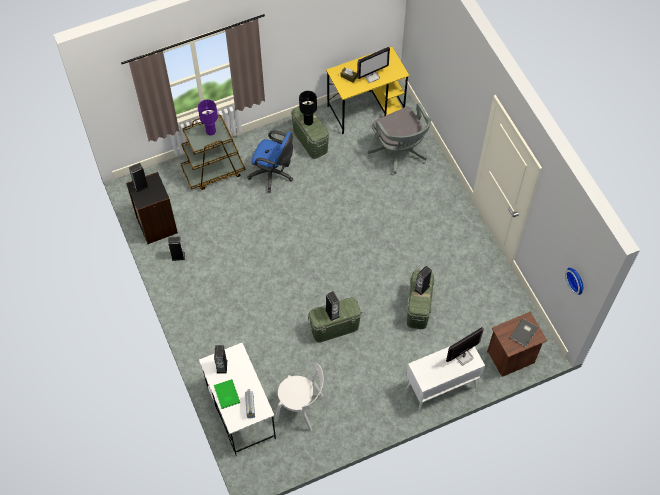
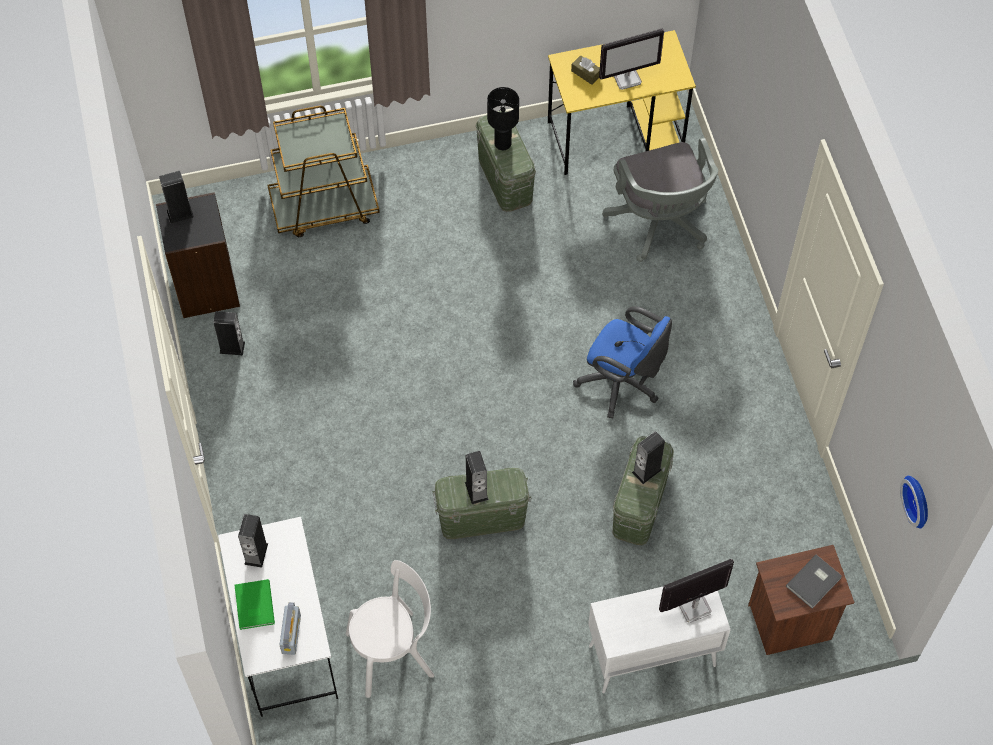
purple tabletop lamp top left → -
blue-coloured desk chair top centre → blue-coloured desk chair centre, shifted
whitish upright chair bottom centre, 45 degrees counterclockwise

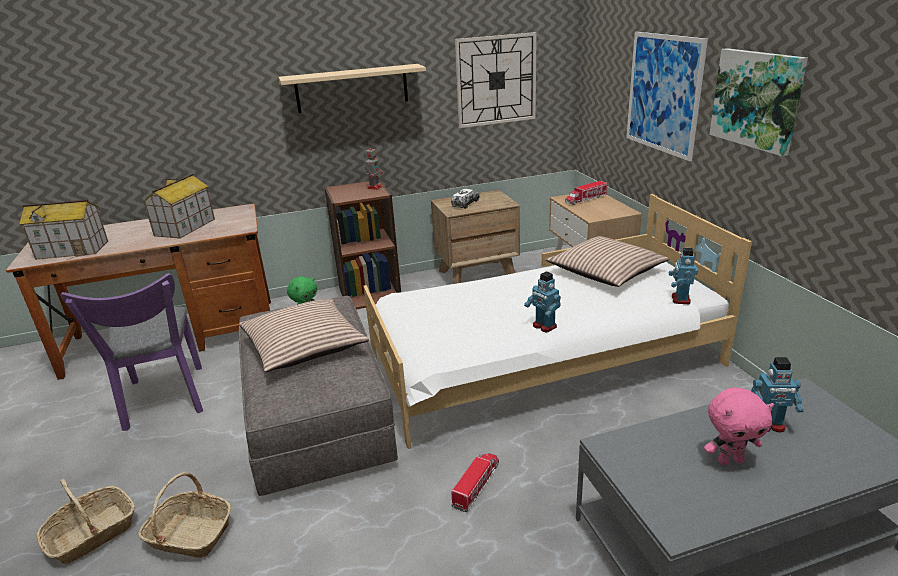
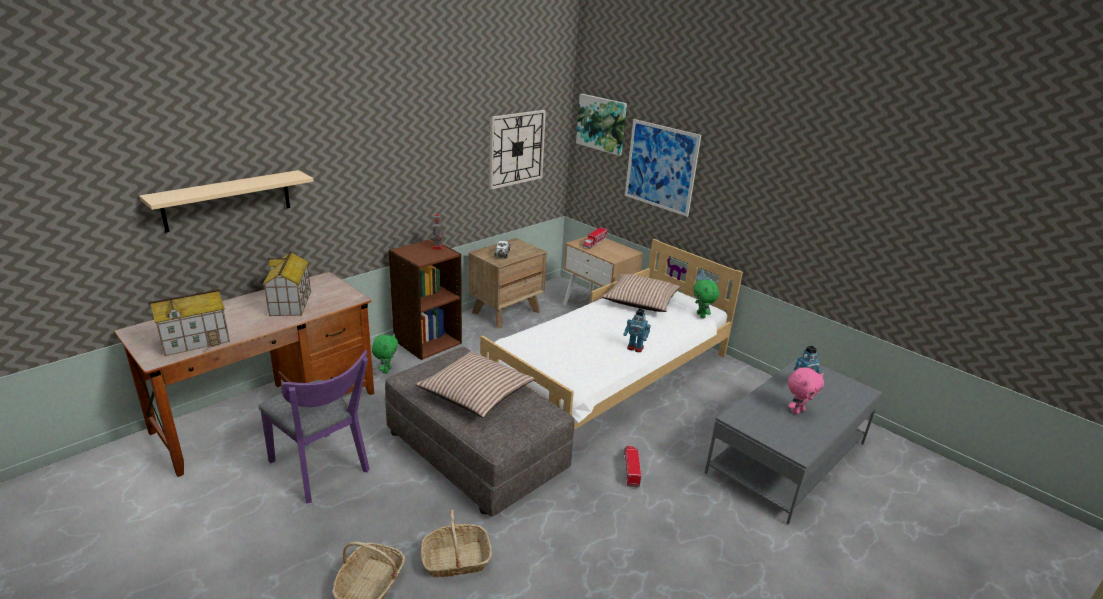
beige shelf top centre → beige shelf middle left, shifted
toy robot (no. 3 from left) middle right → green-coloured cuddly toy (no. 2 from left) centre
wall art (no. 2 from left in the first image) top right → wall art (no. 1 from left) top centre, shifted

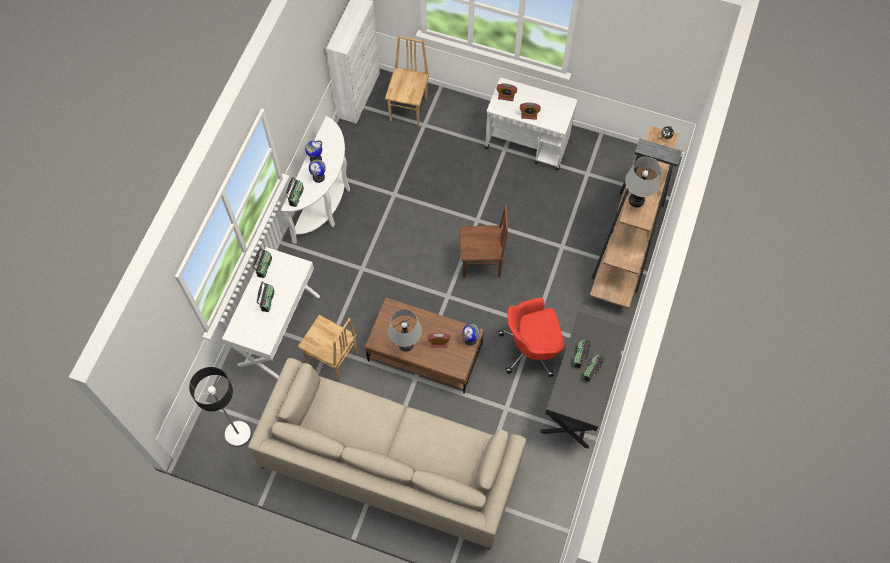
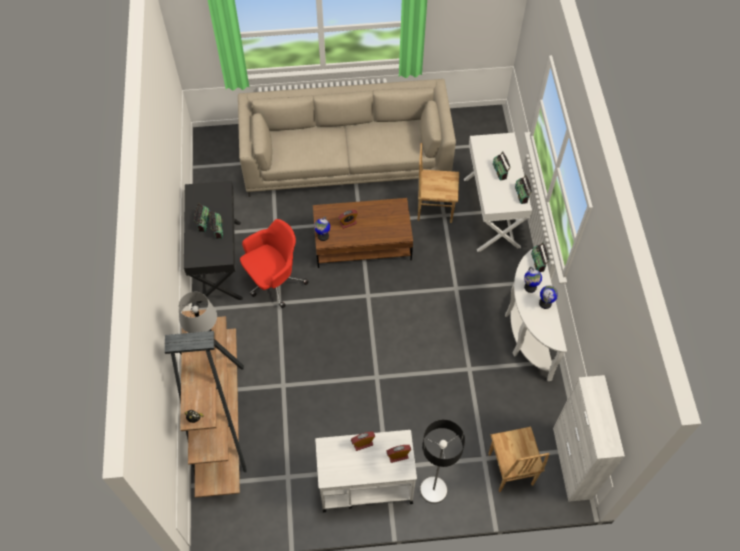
floor lamp bottom left → floor lamp bottom centre, shifted
gray tabletop lamp (no. 1 from left) centre → -
brown-coloured upright chair (no. 3 from left) centre → -

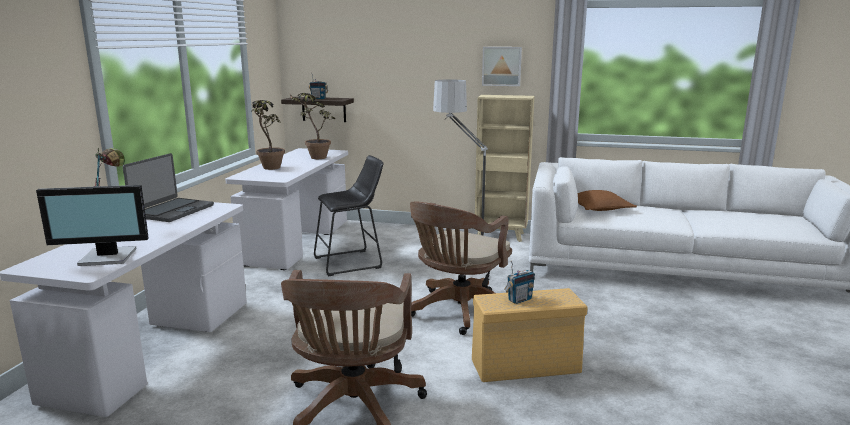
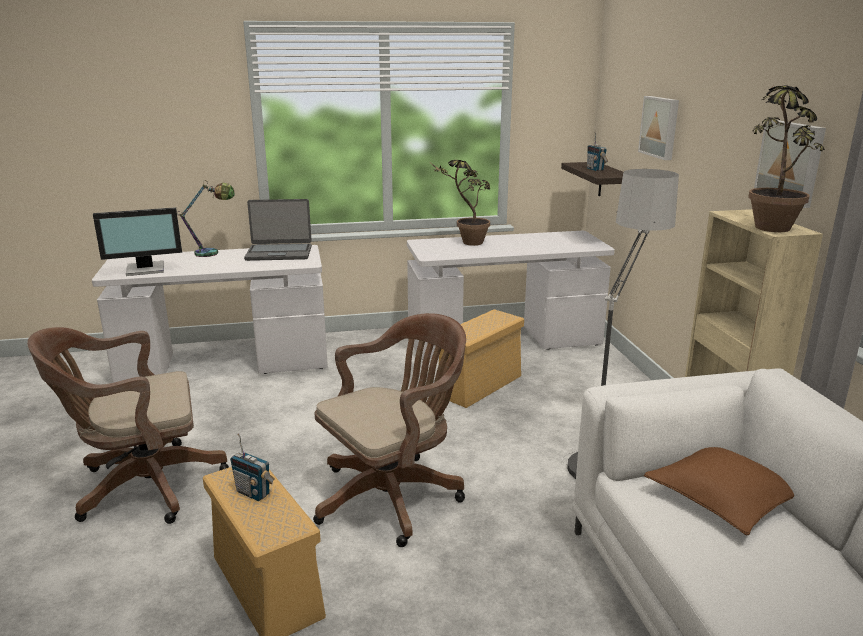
computer display middle left, 75 degrees counterclockwise
potted plant (no. 2 from left) top centre → potted plant (no. 2 from left) top right, shifted
black sitting stool centre → beige storage box (no. 2 from left) centre
brown-coloured desk chair (no. 2 from left) centre → brown-coloured desk chair (no. 2 from left) bottom centre, 135 degrees clockwise
- → wall art (no. 1 from left) top right

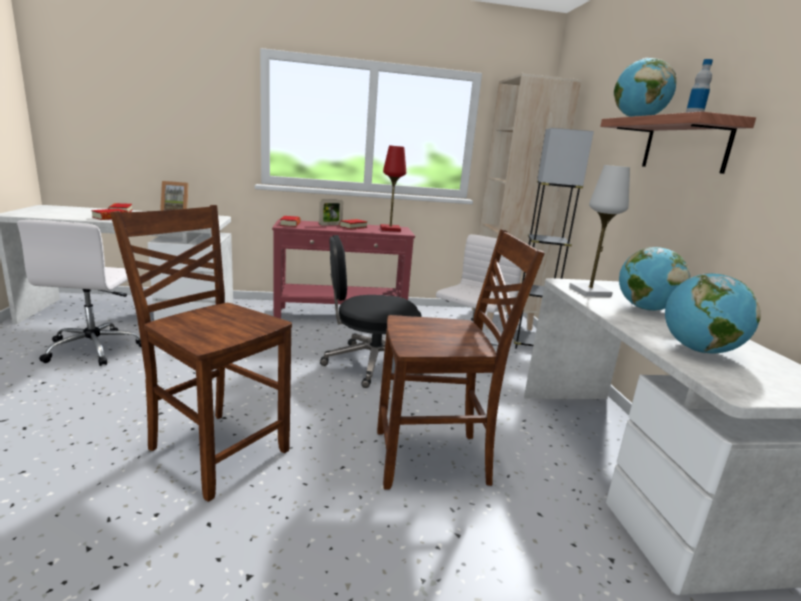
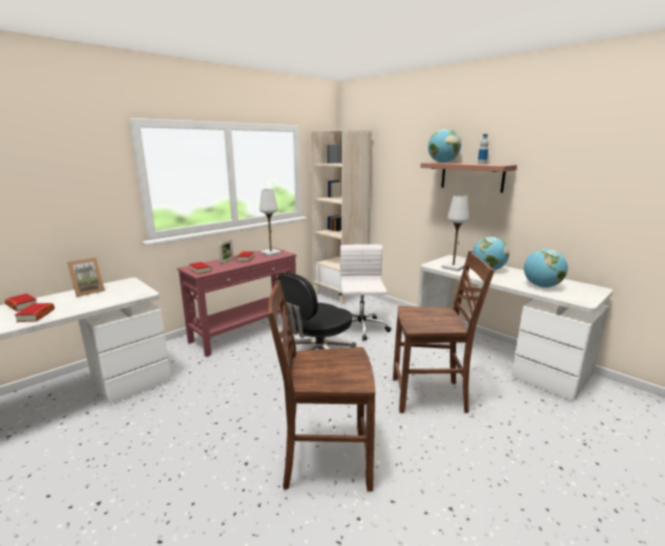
whitish desk chair (no. 1 from left) middle left → -
brown-coloured upright chair (no. 2 from left) centre, 45 degrees clockwise
red-coloured tabletop lamp top centre → whitish tabletop lamp (no. 1 from left) centre
gray floor lamp middle right → -

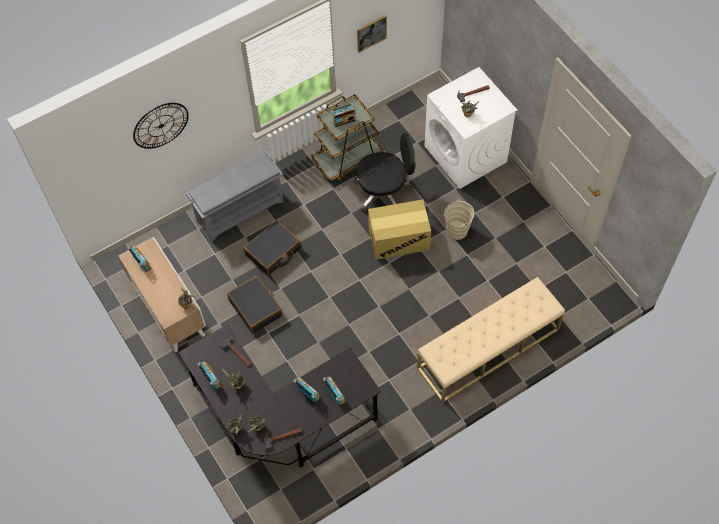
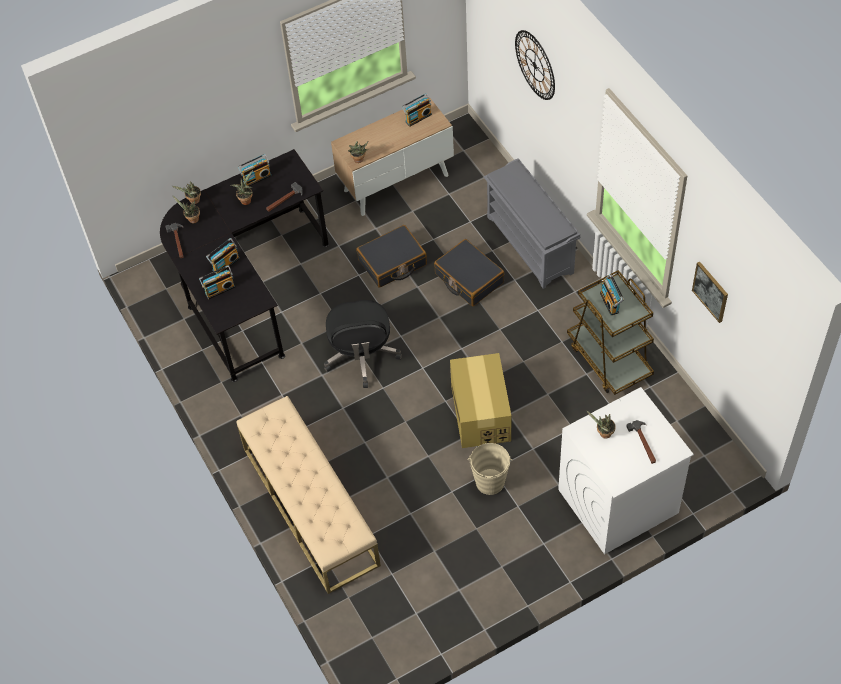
black desk chair top centre → black desk chair centre, shifted

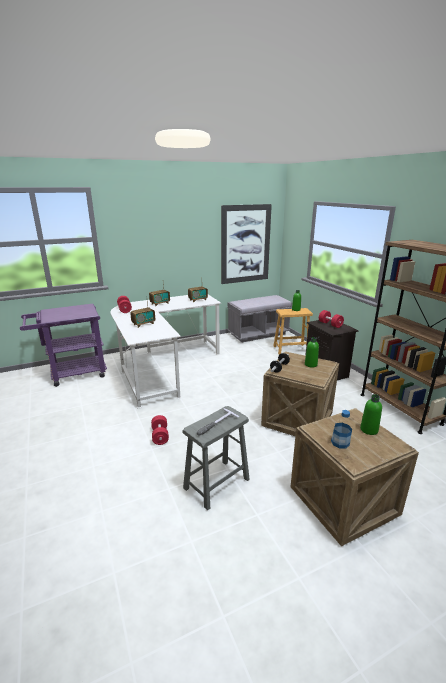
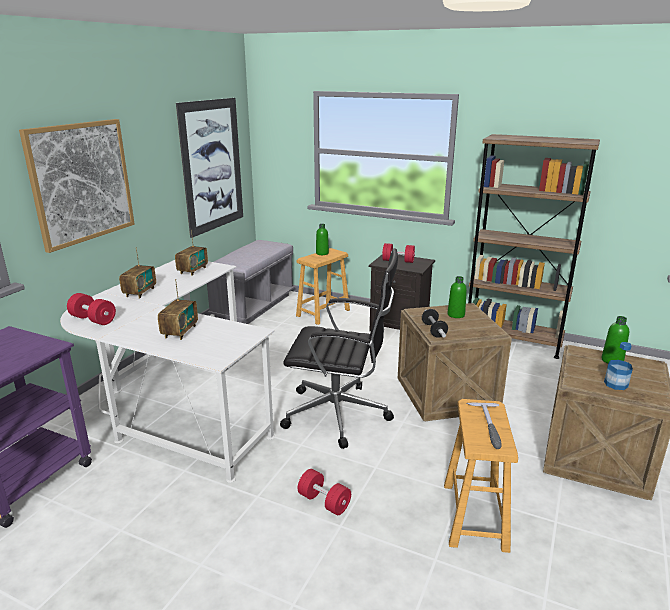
gray sitting stool bottom centre → brown-coloured sitting stool (no. 2 from left) bottom right
- → wall art (no. 1 from left) top left
- → black desk chair centre

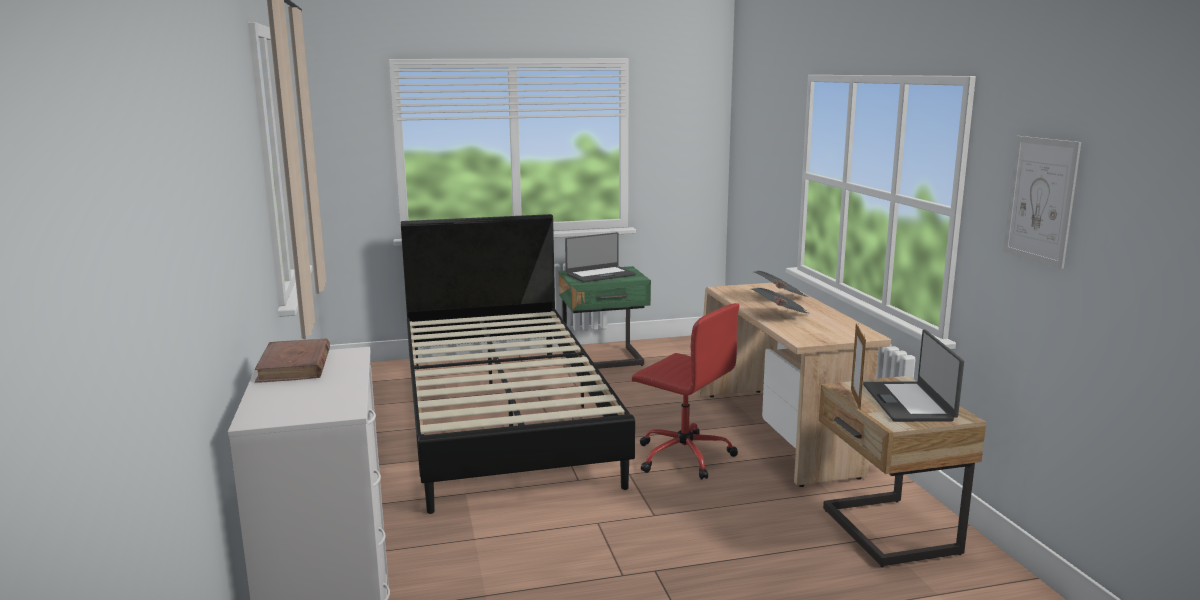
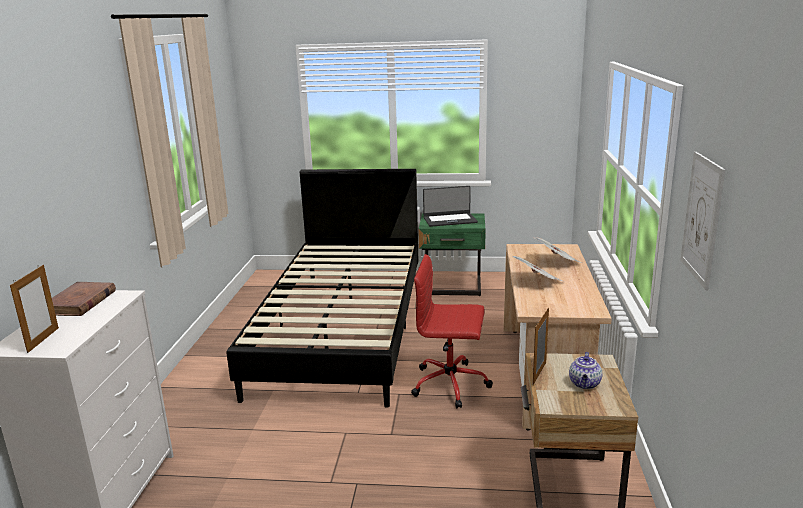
red-coloured desk chair centre, 135 degrees clockwise
portable computer (no. 2 from left) middle right → teapot bottom right
- → picture frame (no. 1 from left) middle left

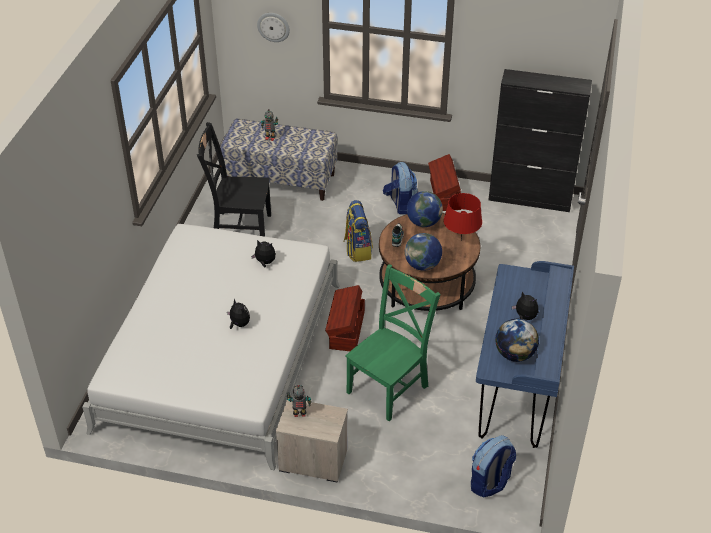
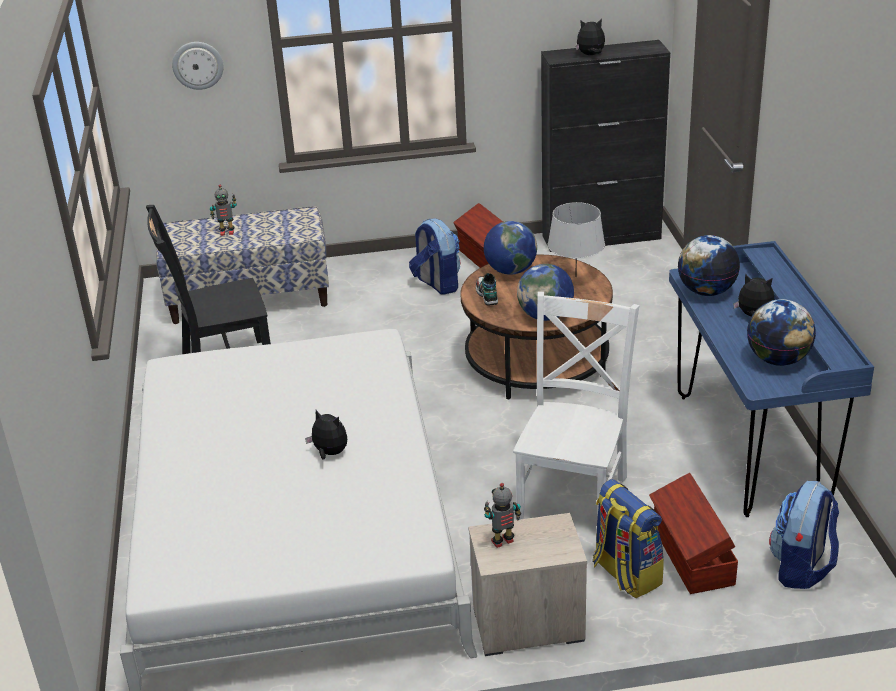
cuddly toy (no. 2 from left) centre → cuddly toy (no. 2 from left) top centre, shifted
brown-coloured storage box (no. 1 from left in the first image) centre → brown-coloured storage box (no. 2 from left) bottom right, shifted
rucksack (no. 1 from left in the first image) centre → rucksack (no. 2 from left) bottom right, shifted
green-coloured upright chair centre → whitish upright chair centre
red-coloured tabletop lamp centre → gray tabletop lamp centre
- → world globe (no. 3 from left) middle right

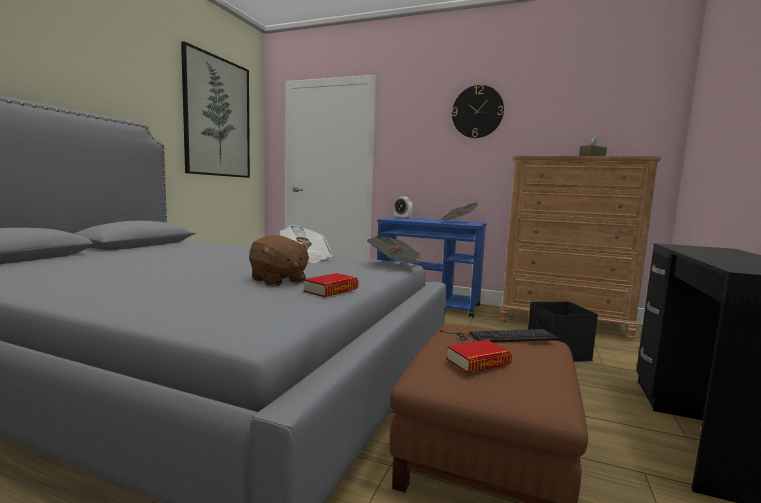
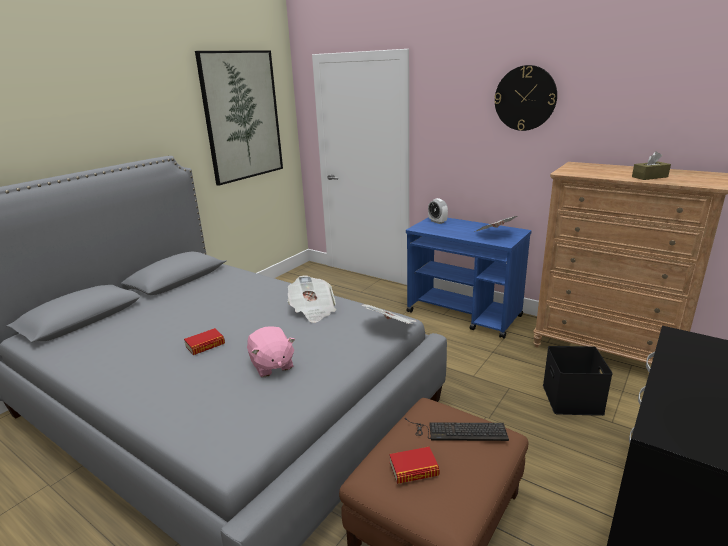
brown-coloured cuddly toy centre → pink-coloured cuddly toy centre
book (no. 1 from left) centre → book (no. 1 from left) middle left, shifted

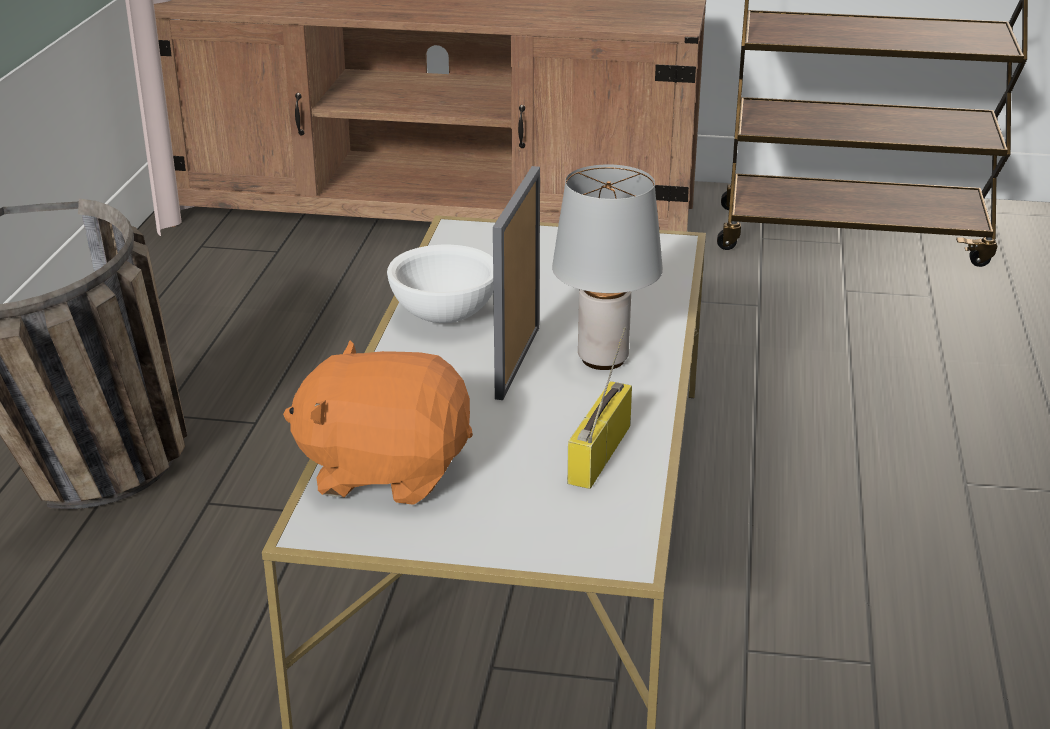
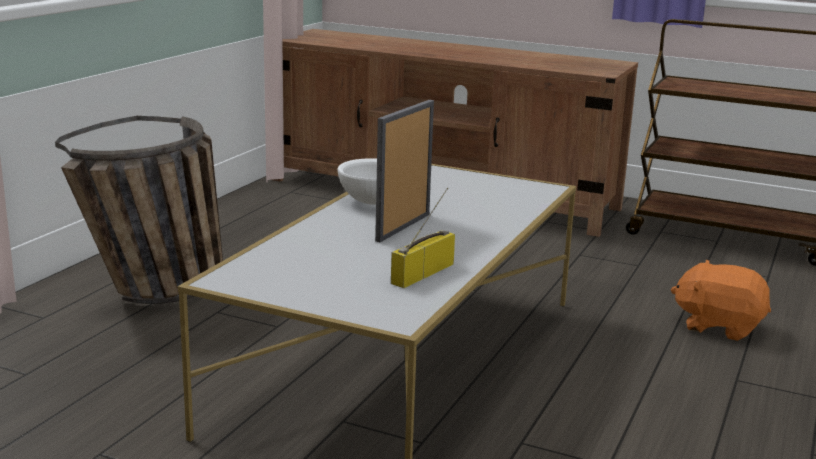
orange-coloured cuddly toy centre → orange-coloured cuddly toy middle right, shifted
gray tabletop lamp centre → -

